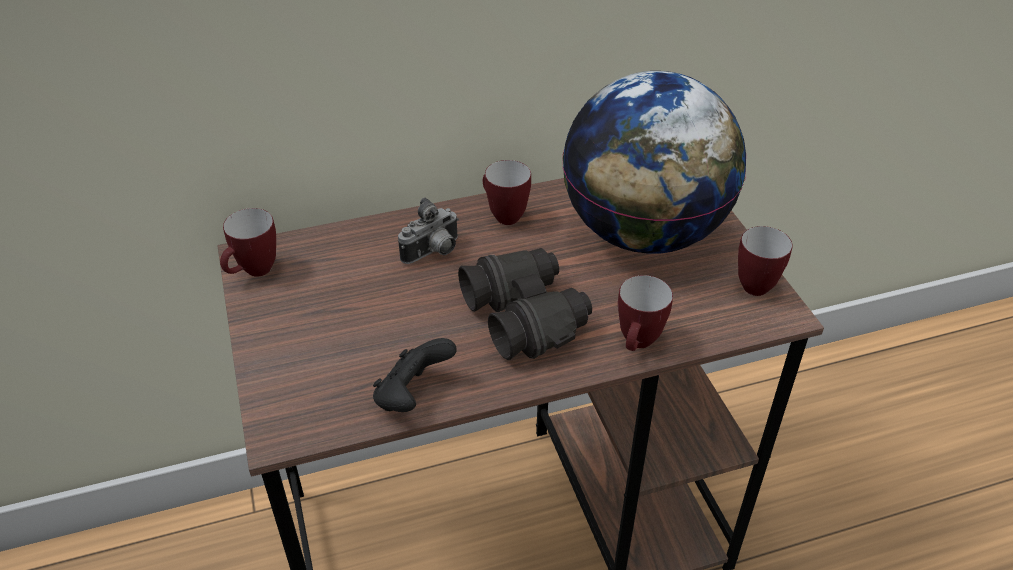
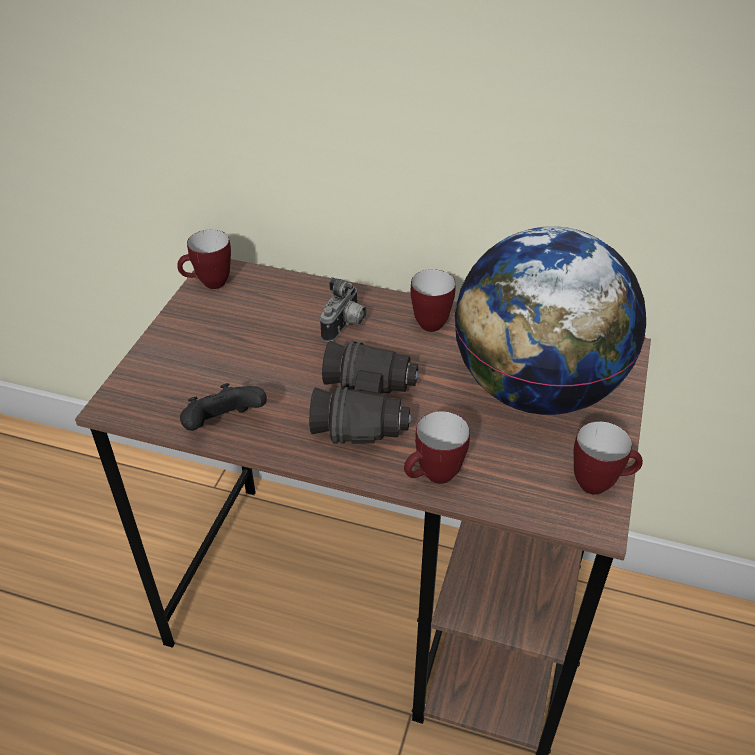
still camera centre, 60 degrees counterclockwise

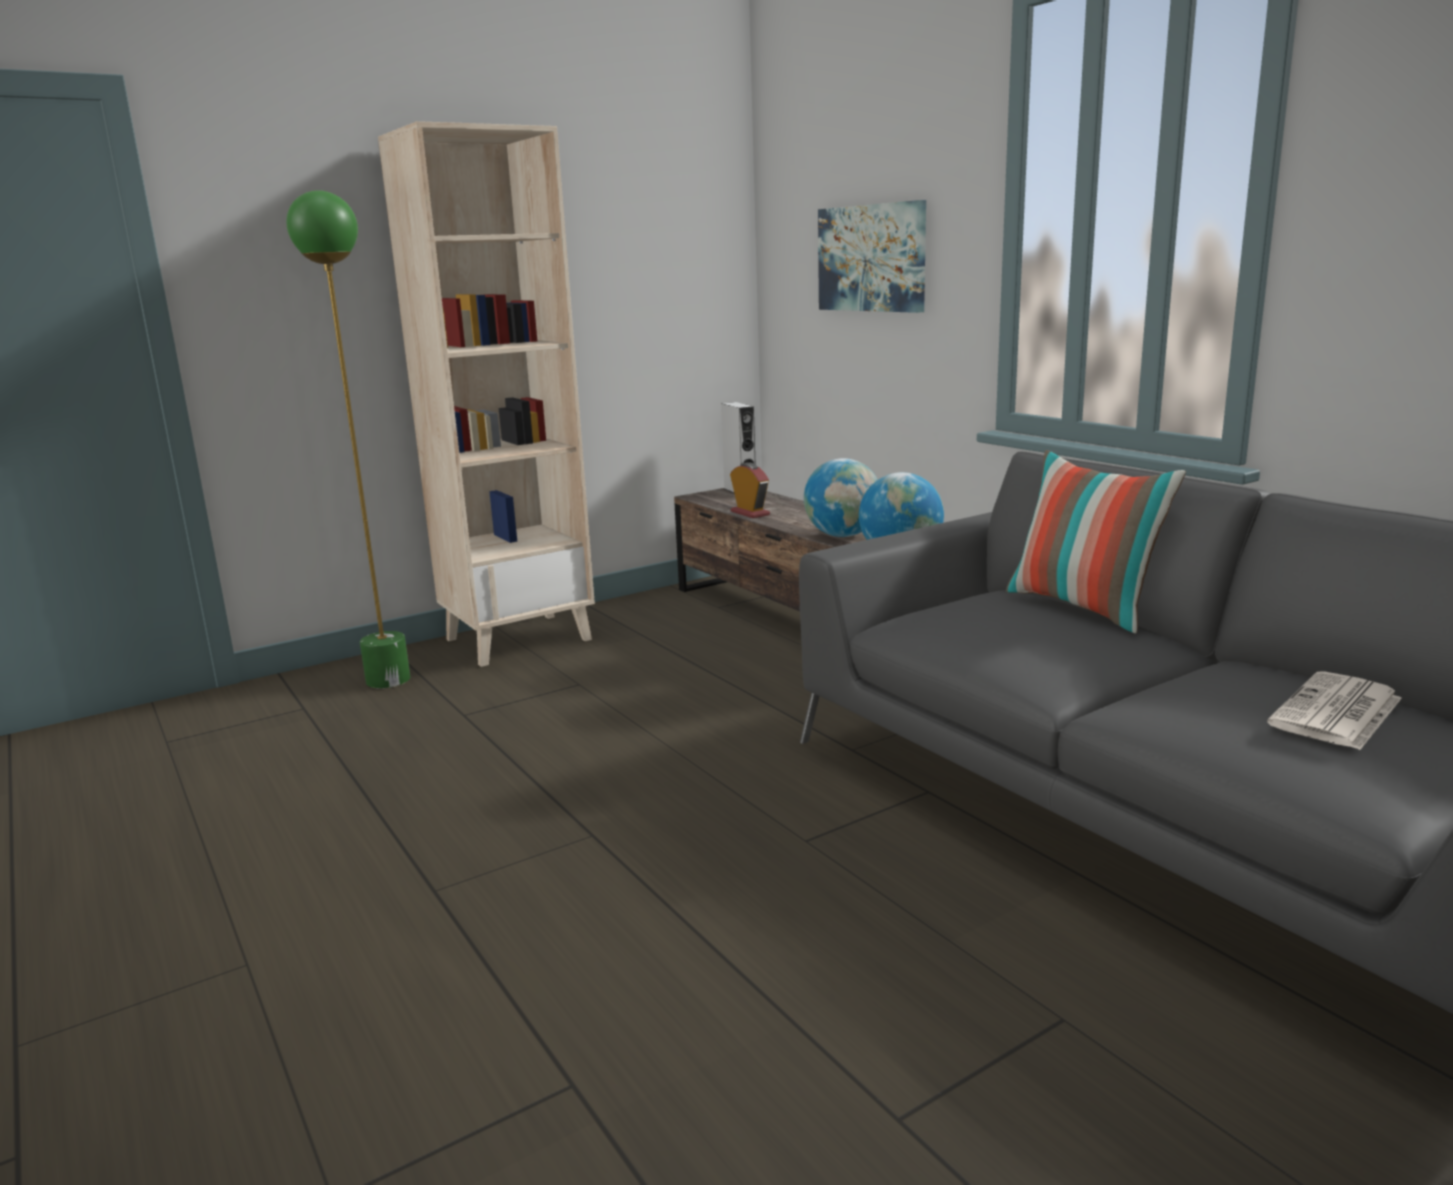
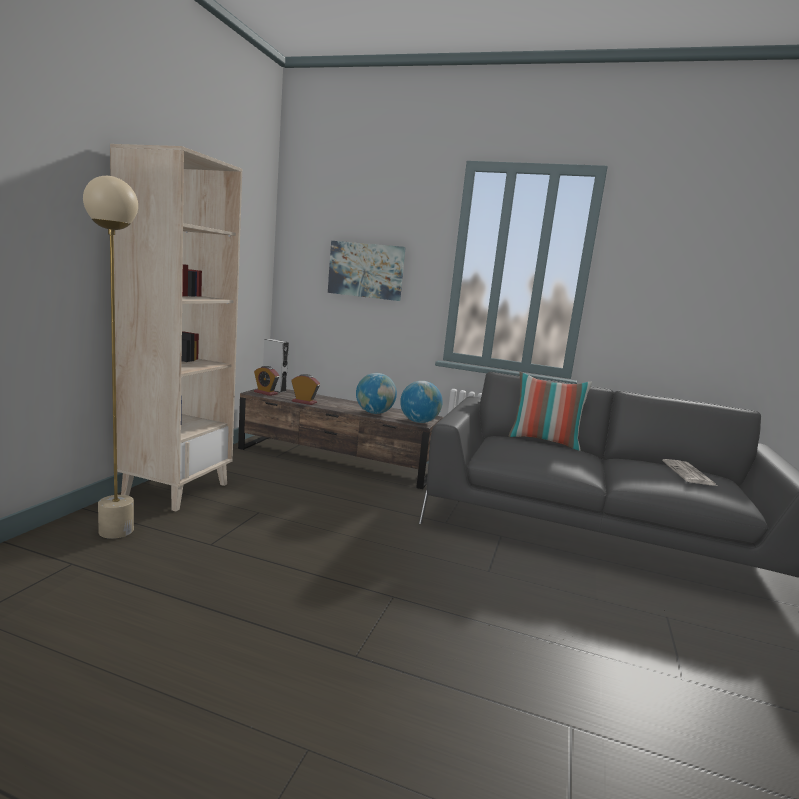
green-coloured floor lamp middle left → beige floor lamp middle left
- → table clock (no. 1 from left) middle left

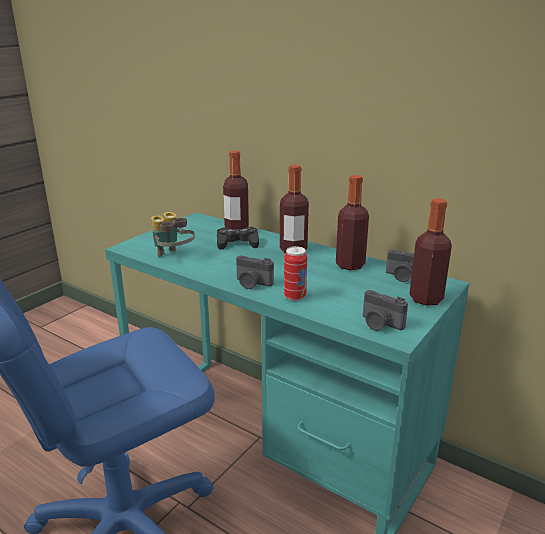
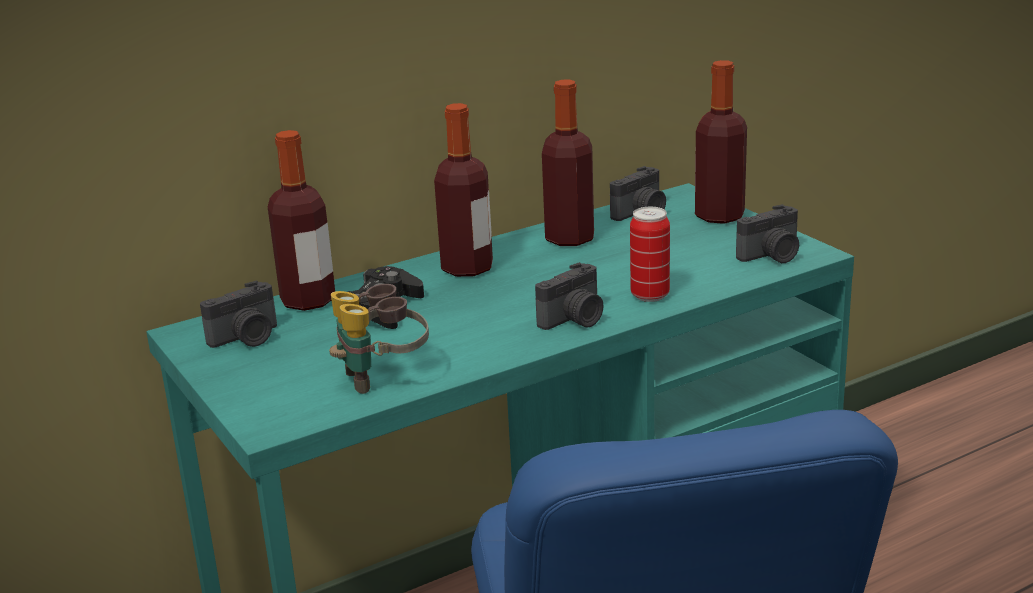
- → still camera (no. 1 from left) middle left

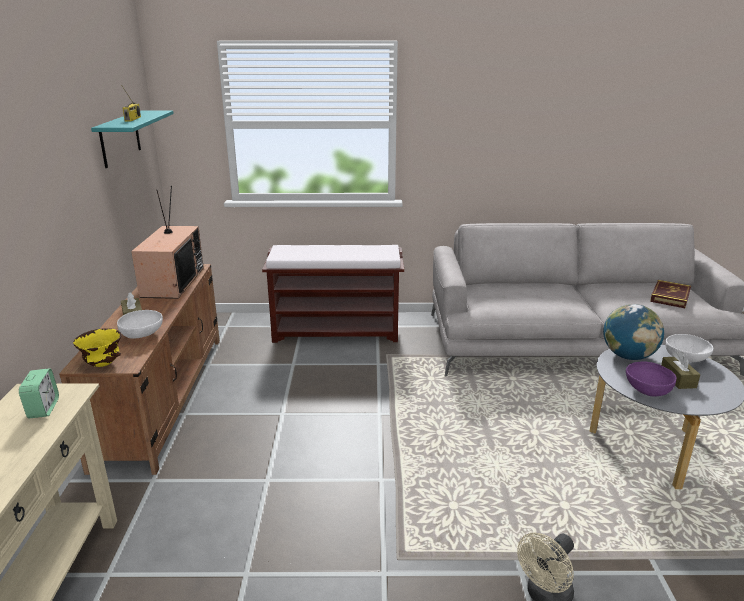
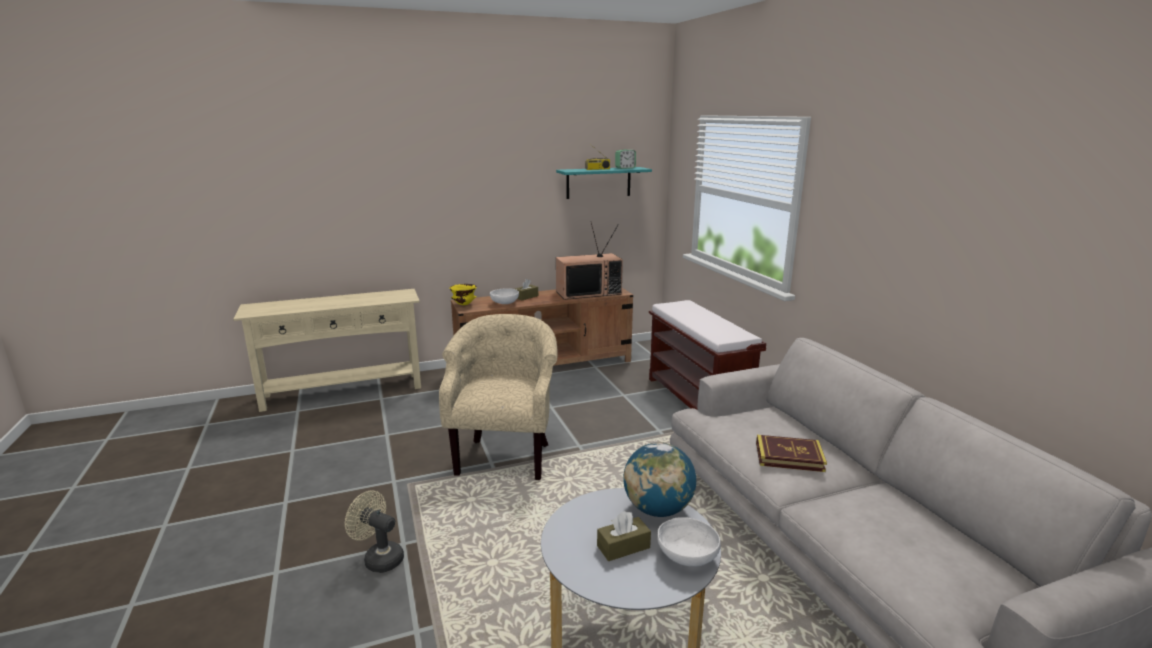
table clock middle left → table clock top centre, shifted
purple bowl middle right → -
book middle right → book bottom right, shifted
- → beige armchair centre

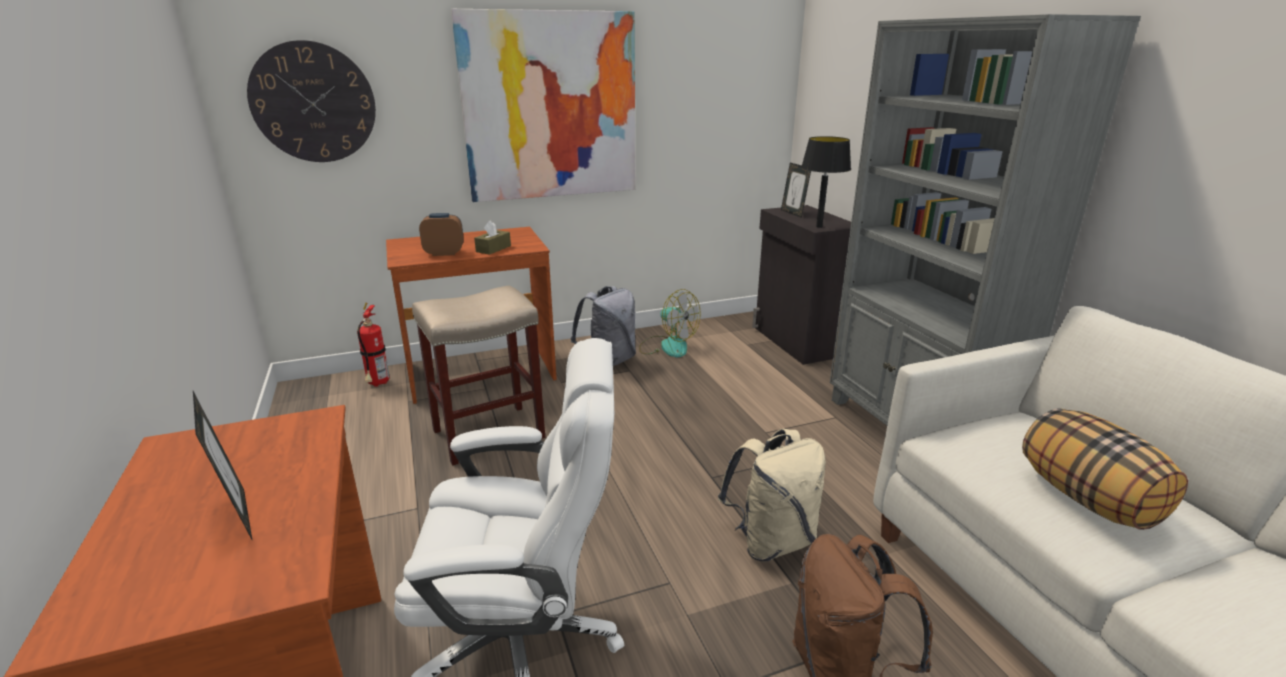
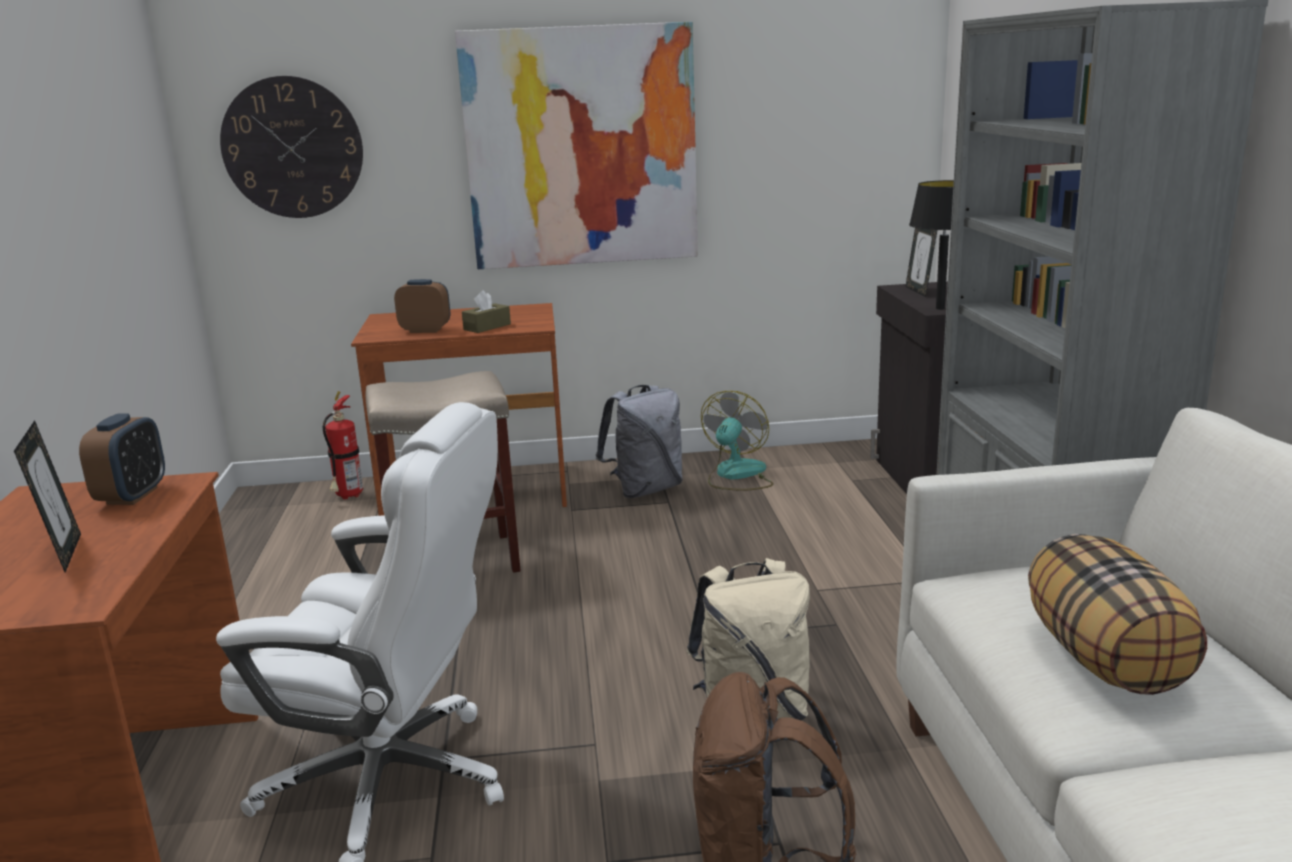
electric fan centre, 120 degrees counterclockwise
- → table clock (no. 1 from left) middle left

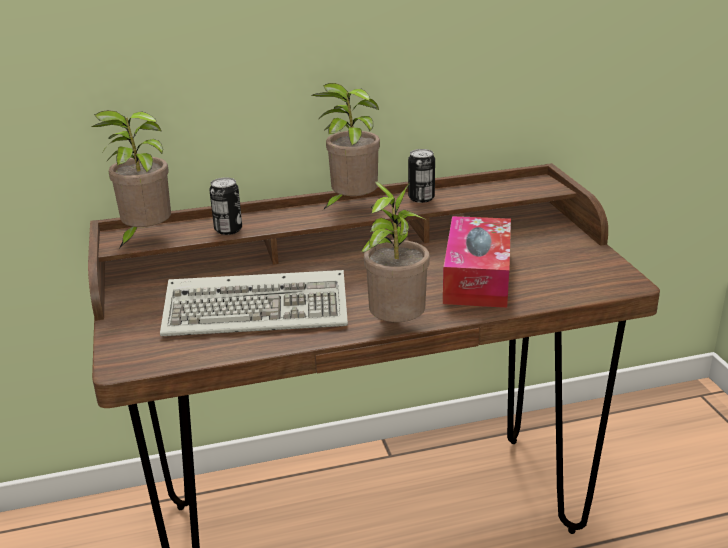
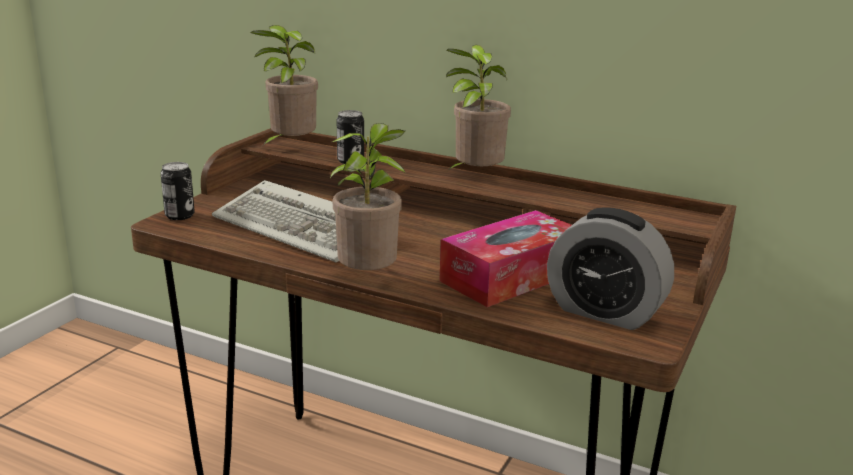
metal can (no. 2 from left in the first image) top centre → metal can (no. 1 from left) middle left, shifted
- → table clock middle right

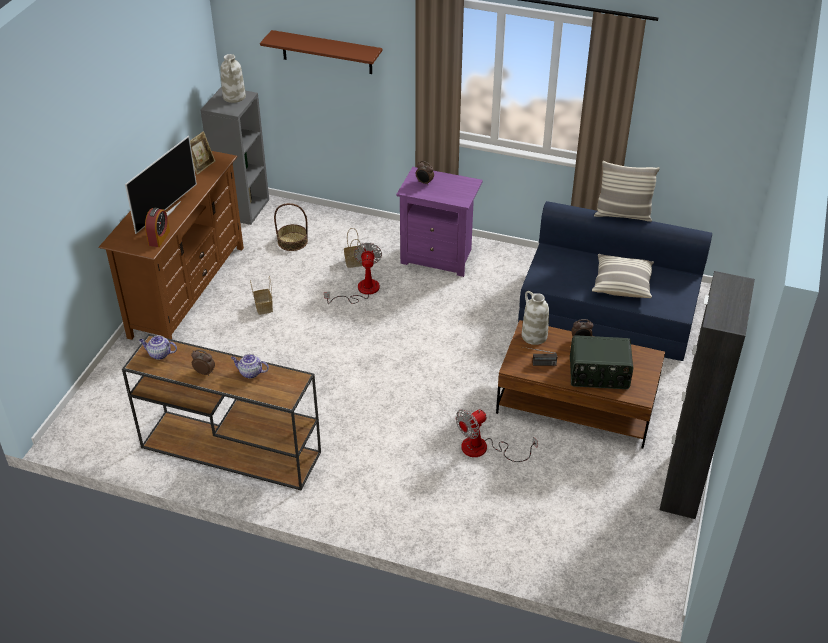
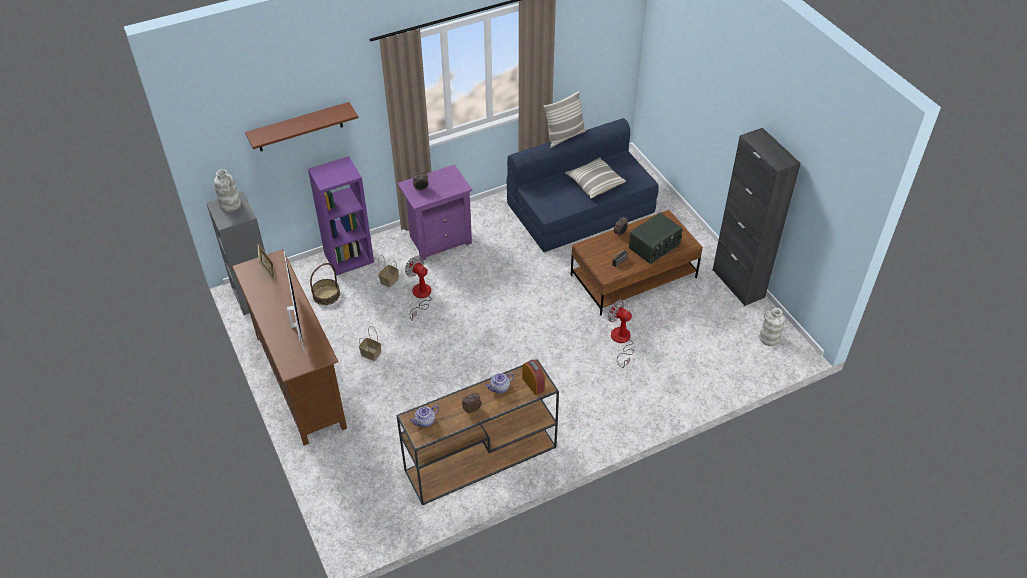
table clock (no. 1 from left in the first image) middle left → table clock (no. 3 from left) centre, shifted
electric fan (no. 2 from left) bottom centre → electric fan (no. 2 from left) centre, 120 degrees clockwise
whitish decorative vase (no. 2 from left) centre → whitish decorative vase (no. 2 from left) middle right, shifted
- → purple bookshelf middle left

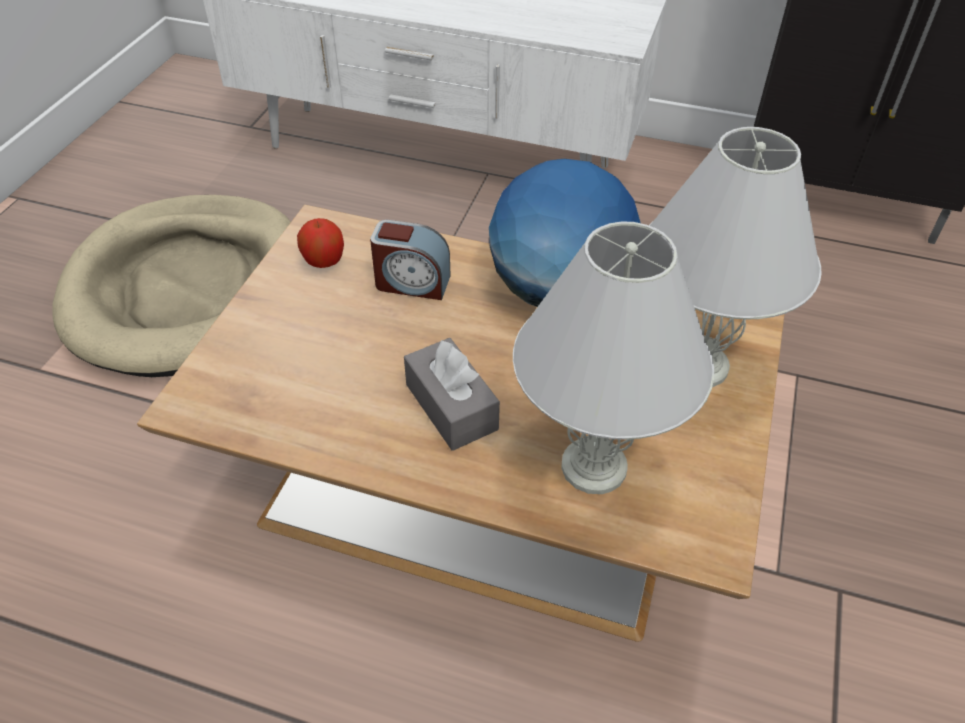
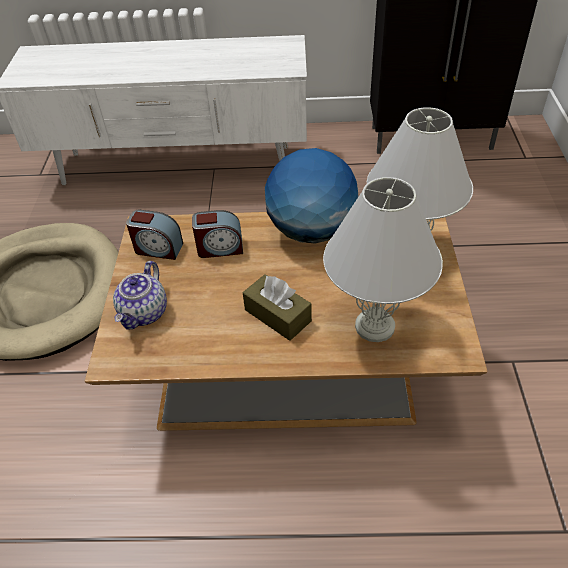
apple middle left → table clock (no. 1 from left) middle left
gray tissue box centre → brown-coloured tissue box centre
- → teapot middle left

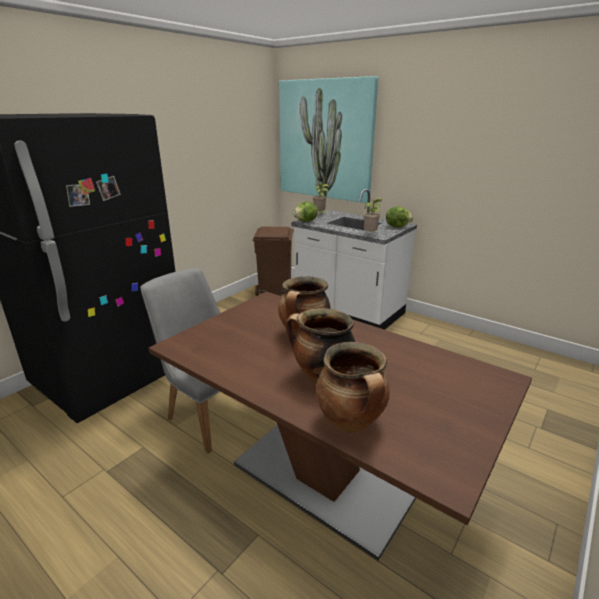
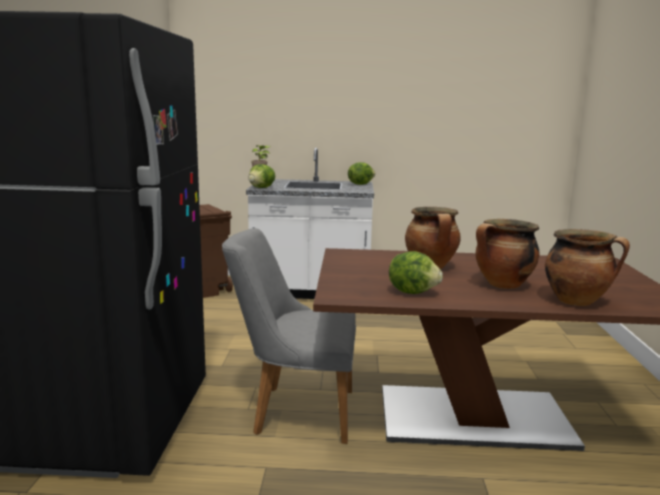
wall art top centre → -
potted plant (no. 2 from left) centre → -
- → lettuce (no. 3 from left) centre

